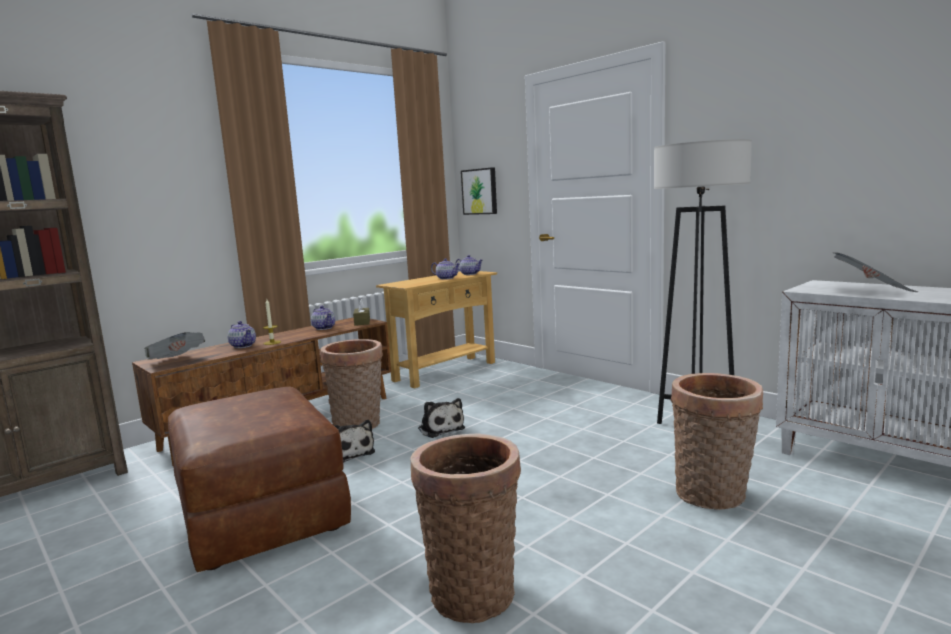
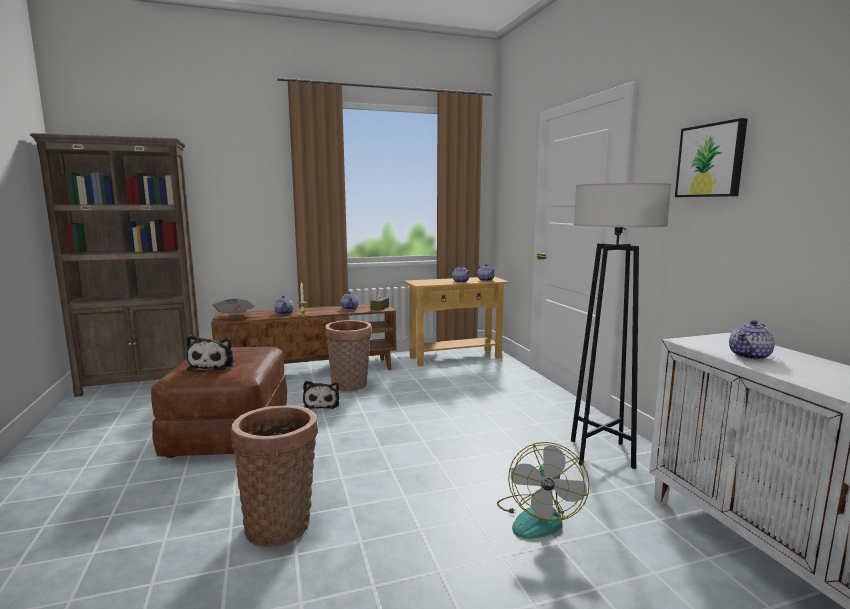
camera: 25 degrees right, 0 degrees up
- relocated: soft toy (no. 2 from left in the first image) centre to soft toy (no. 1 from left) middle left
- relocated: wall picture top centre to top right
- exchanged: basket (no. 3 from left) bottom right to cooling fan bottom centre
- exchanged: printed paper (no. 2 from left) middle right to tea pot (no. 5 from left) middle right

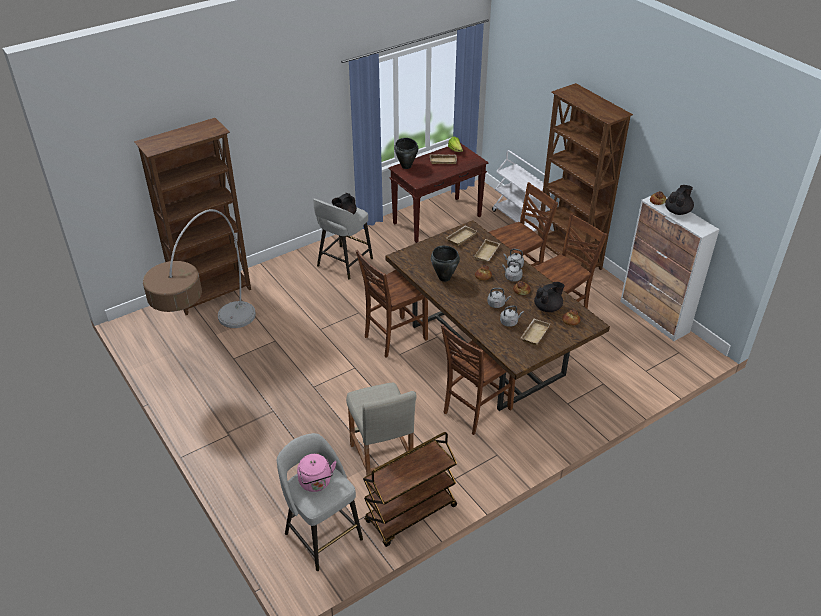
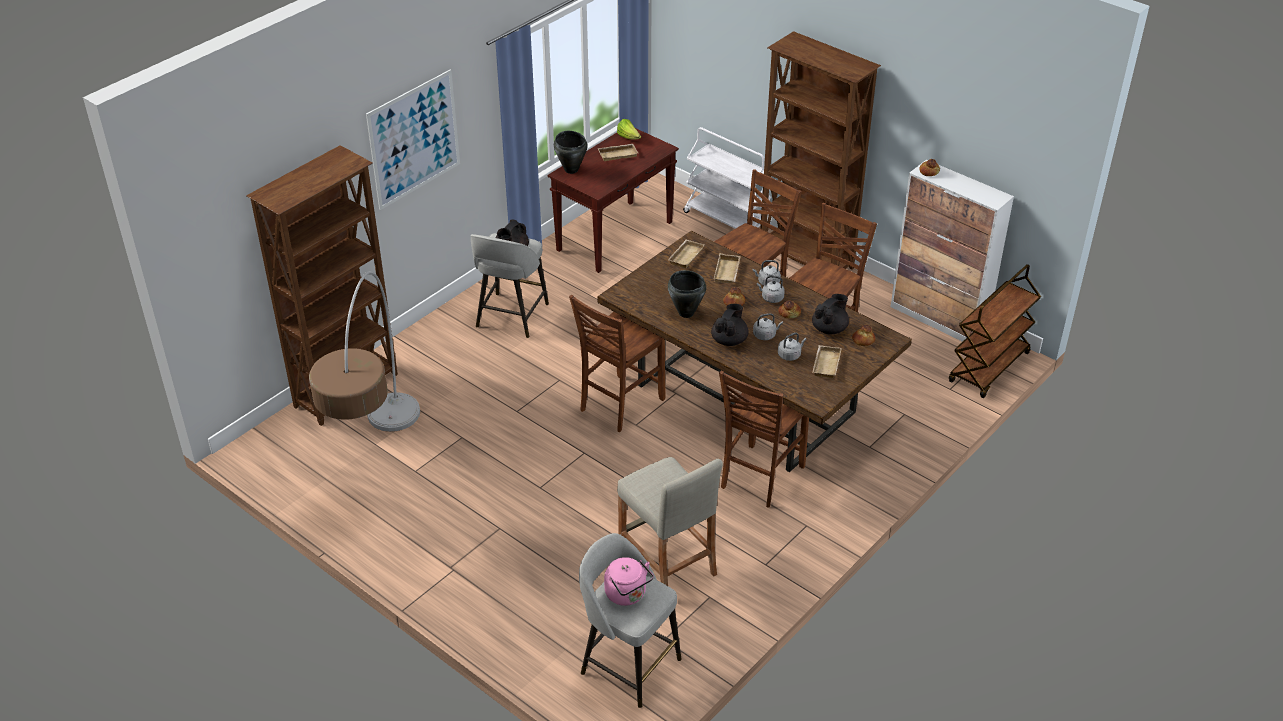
camera: 15 degrees left, 0 degrees up
- appeared: wall picture top left
- relocated: brown-coloured trolley bottom centre to middle right
- relocated: black tea pot (no. 3 from left in the first image) top right to black tea pot (no. 2 from left) centre

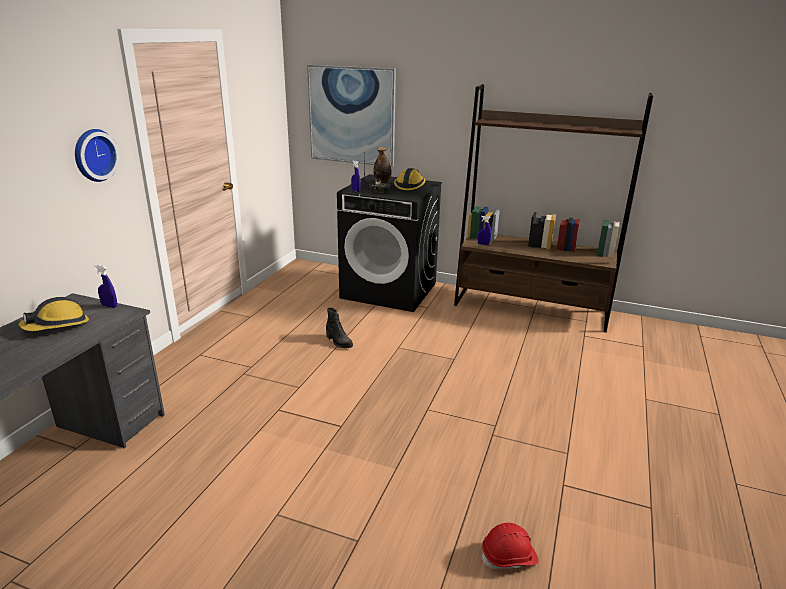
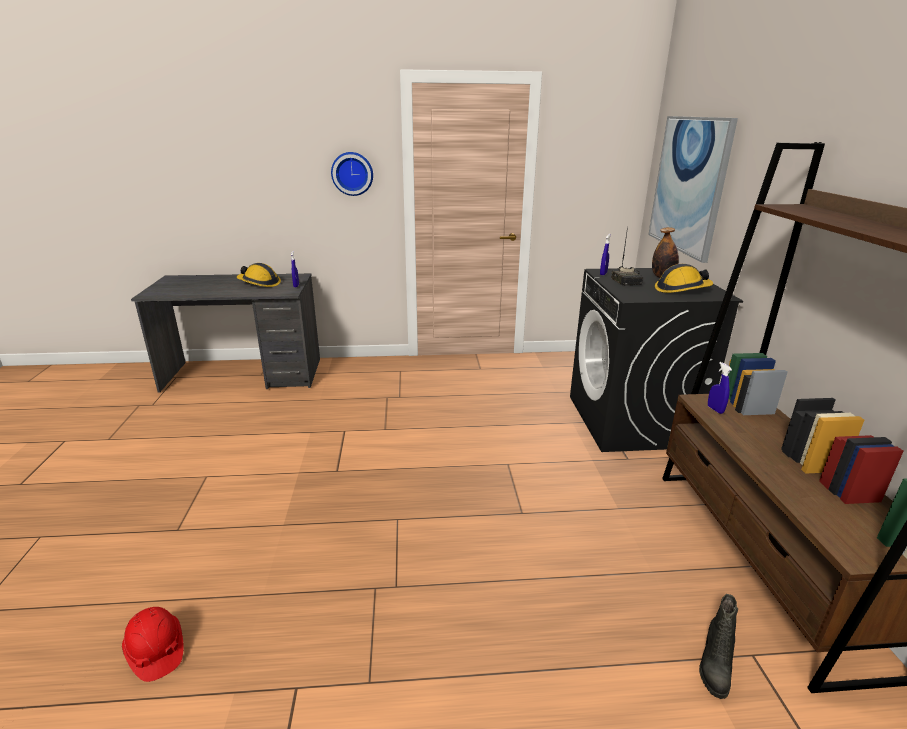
camera: 65 degrees right, 0 degrees up
- relocated: black high-top boot centre to bottom right

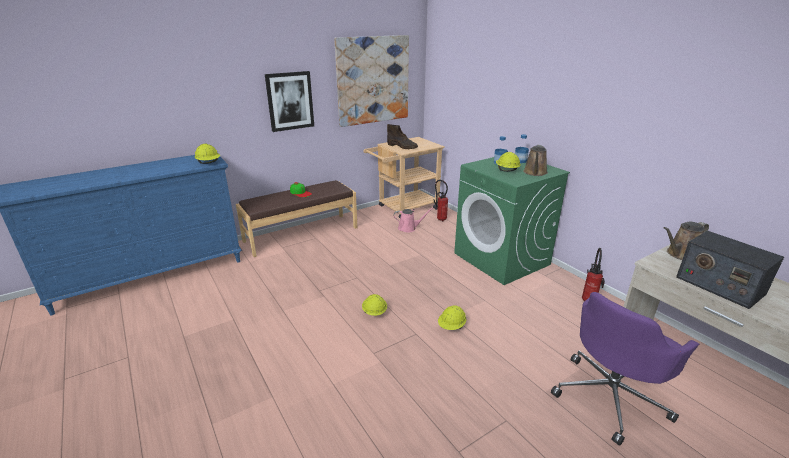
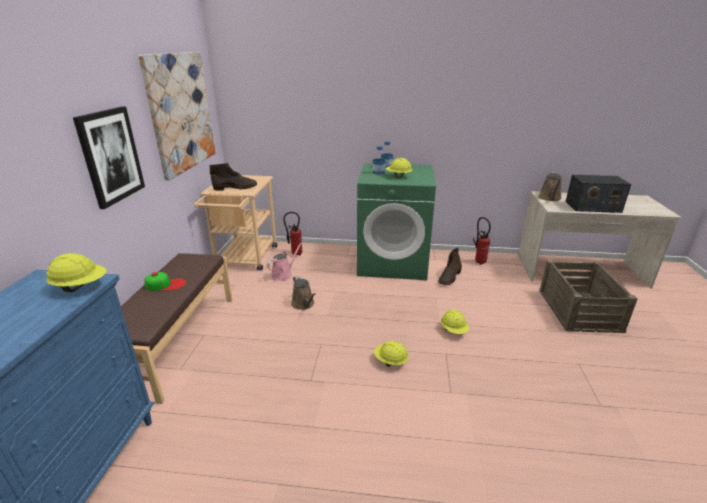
camera: 50 degrees left, 0 degrees up
- appeared: brown-coloured high-top boot (no. 2 from left) centre
- relocated: brown-coloured watering can (no. 1 from left) middle right to centre
- exchanged: purple desk chair bottom right to crate middle right

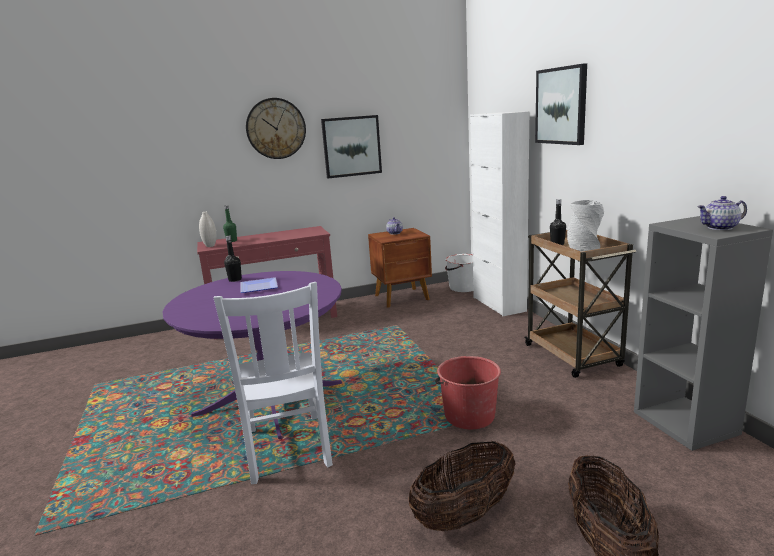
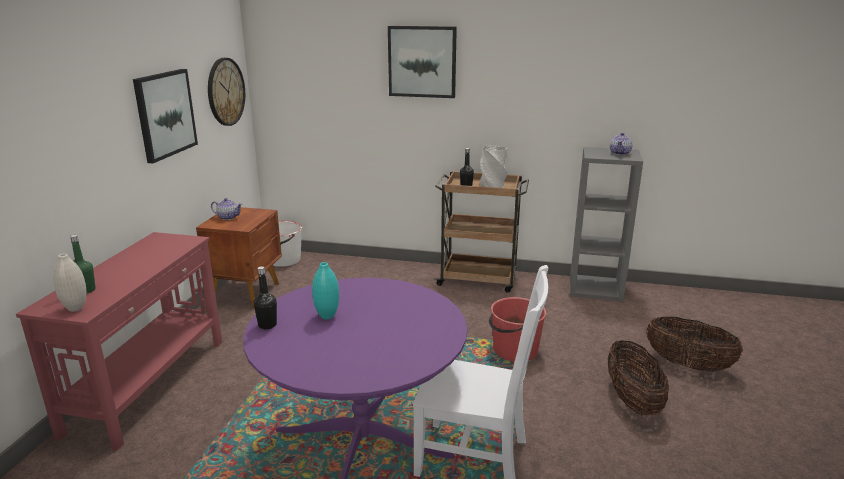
camera: 60 degrees left, 5 degrees up
- missing: white-coloured cabinet centre
- relocated: clock on the wall top centre to top left
- exchanged: dinner plate centre to blue-green flower vase centre

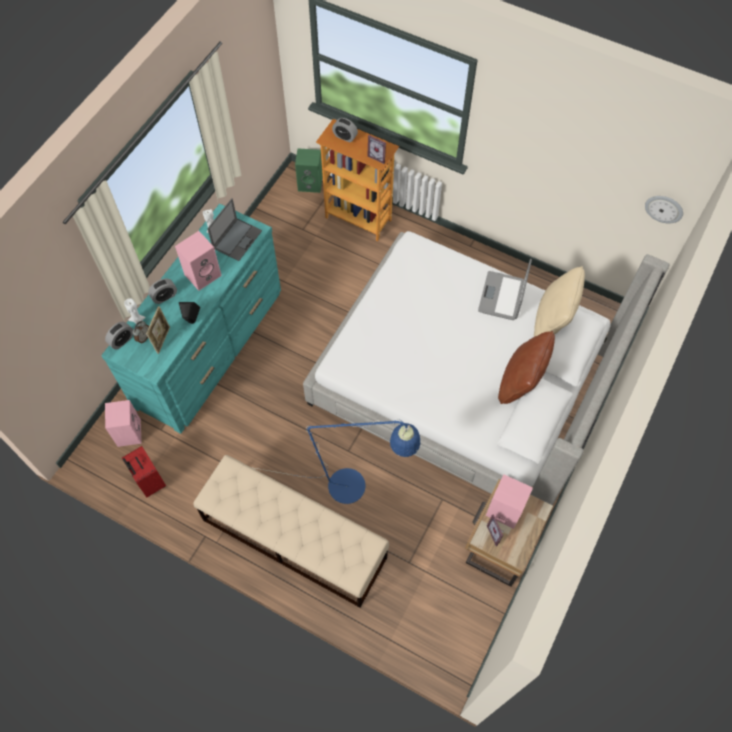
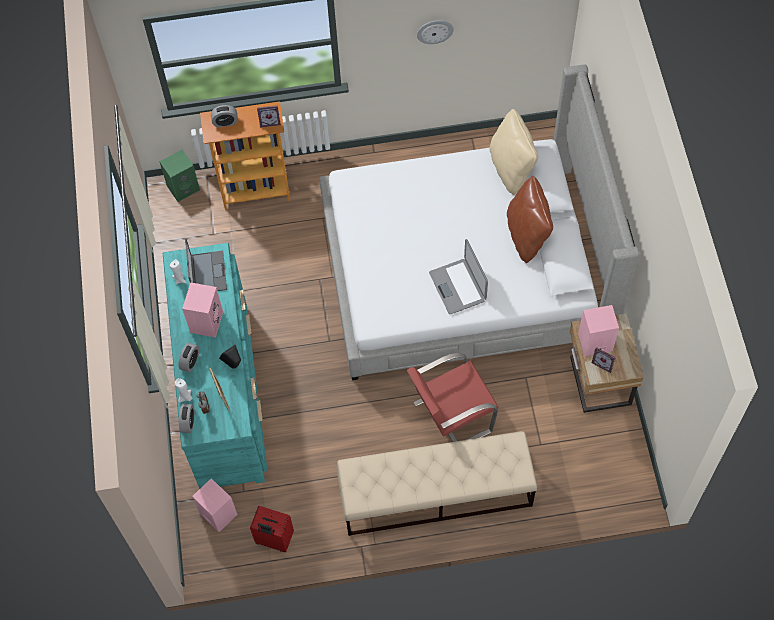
camera: 35 degrees left, 0 degrees up
- relocated: laptop (no. 2 from left) middle right to centre
- relocated: clock on the wall top right to top centre
- exchanged: bluish standard lamp centre to reddish chair centre

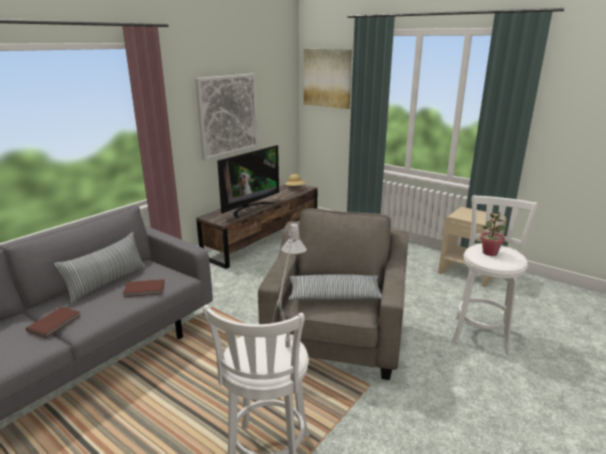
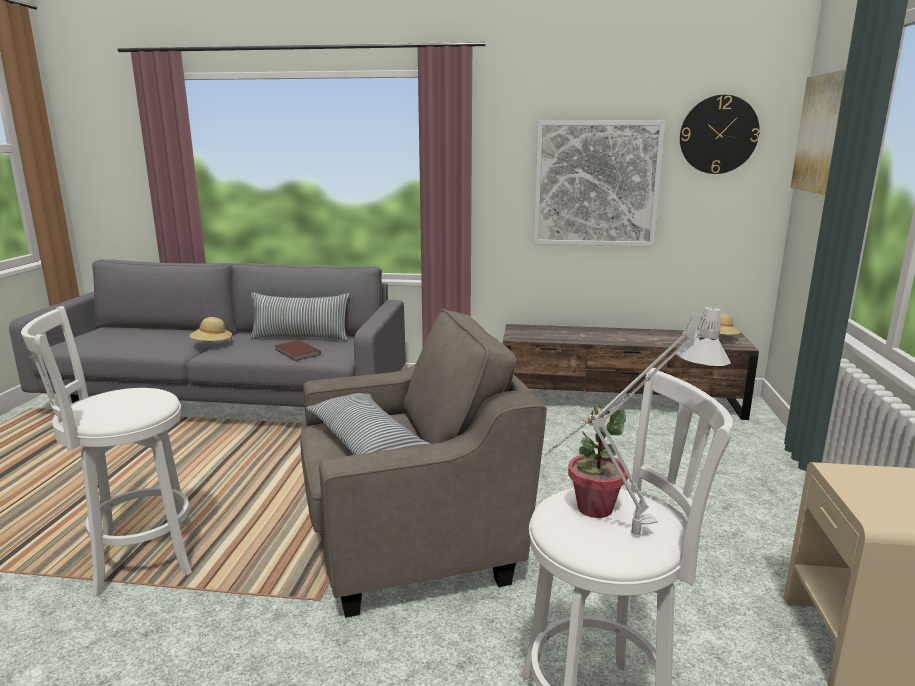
camera: 60 degrees right, 5 degrees down
- missing: TV centre
- appeared: clock on the wall top right
- relocated: gray lamp for a table centre to middle right
- exchanged: brown-coloured volume (no. 1 from left) bottom left to beige clothing hat (no. 1 from left) middle left

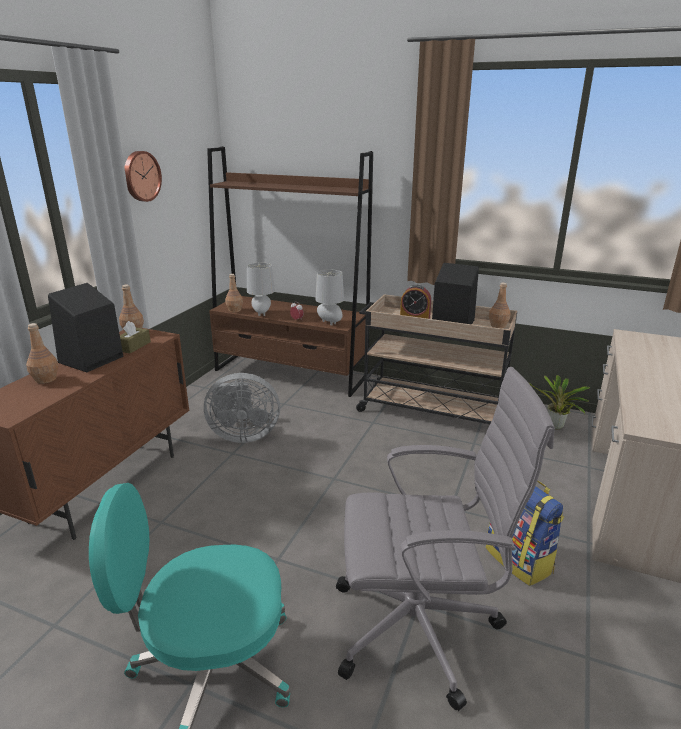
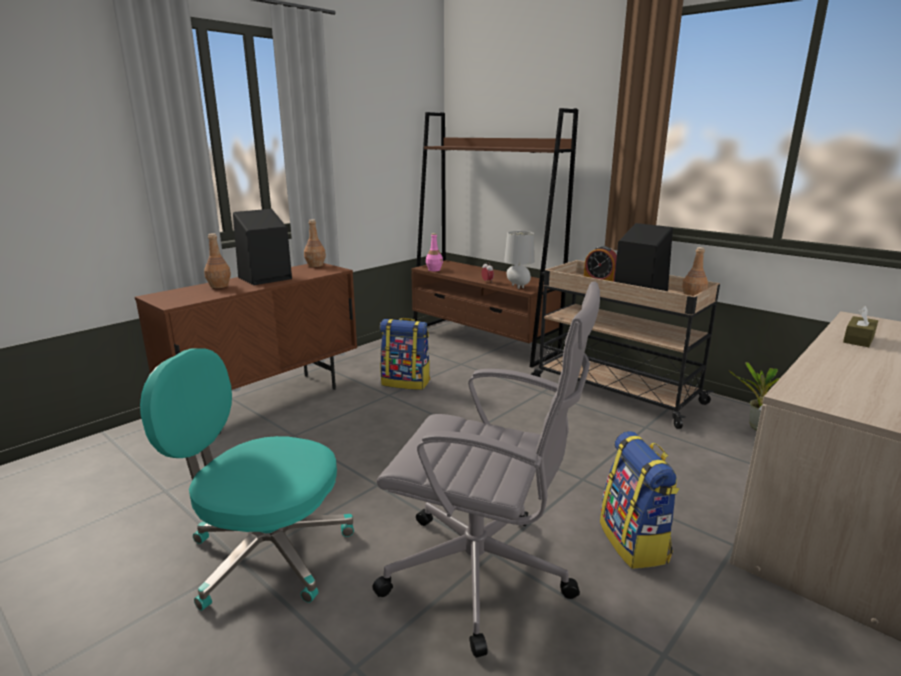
camera: 20 degrees right, 5 degrees down
- missing: clock on the wall top left
- missing: gray lamp for a table (no. 1 from left) centre
- relocated: brown-coloured box of tissues middle left to middle right
- exchanged: gray cooling fan centre to knapsack (no. 1 from left) centre
- colour: brown-coloured beverage bottle (no. 3 from left) centre to pink-coloured beverage bottle centre

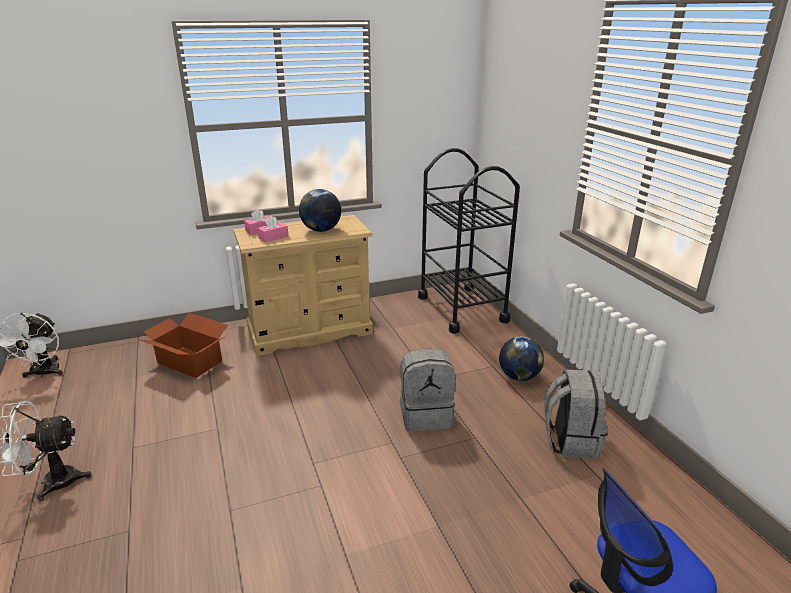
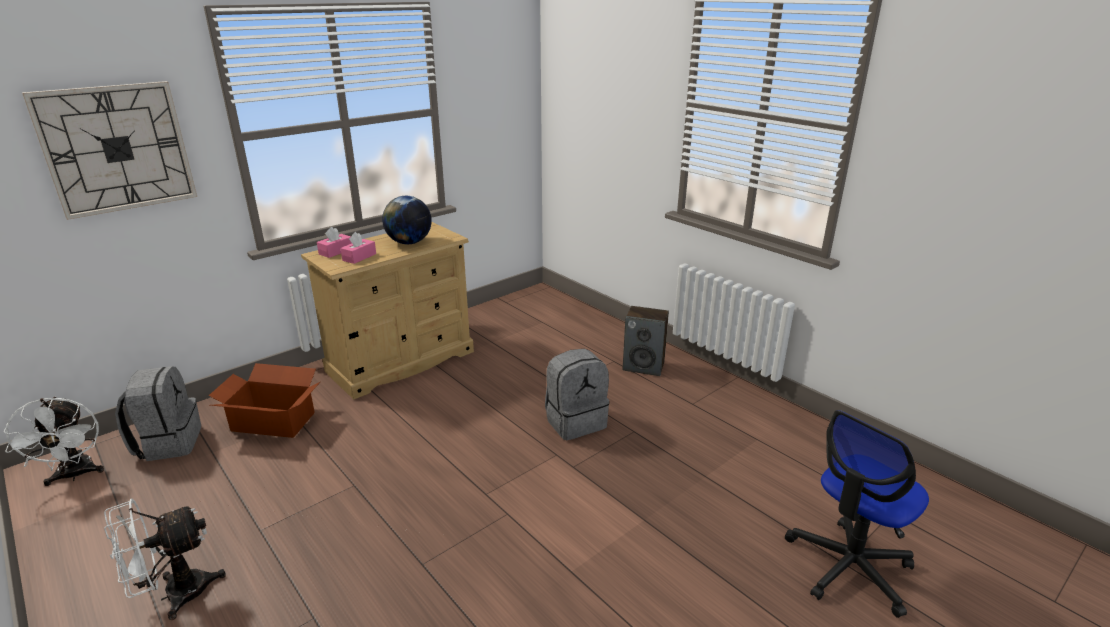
camera: 20 degrees left, 0 degrees up
- missing: black trolley centre
- appeared: clock on the wall top left
- relocated: gray knapsack (no. 2 from left in the first image) bottom right to gray knapsack (no. 1 from left) middle left
- exchanged: world globe (no. 2 from left) centre to audio speaker centre

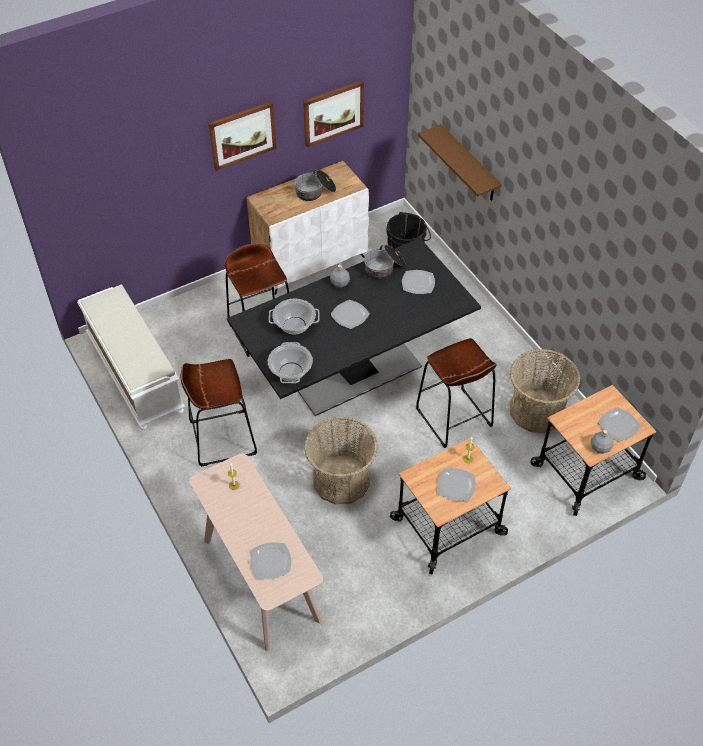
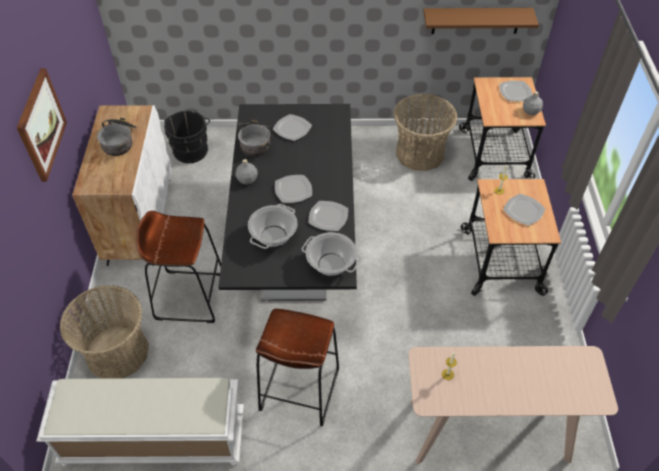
camera: 60 degrees left, 0 degrees up
- missing: wall picture (no. 2 from left) top centre
- missing: brown-coloured sitting stool (no. 3 from left) centre
- relocated: dinner plate (no. 1 from left in the first image) bottom centre to dinner plate (no. 3 from left) centre
- relocated: basket (no. 1 from left) centre to bottom left
- relocated: brown-coloured wall shelf top centre to top right

